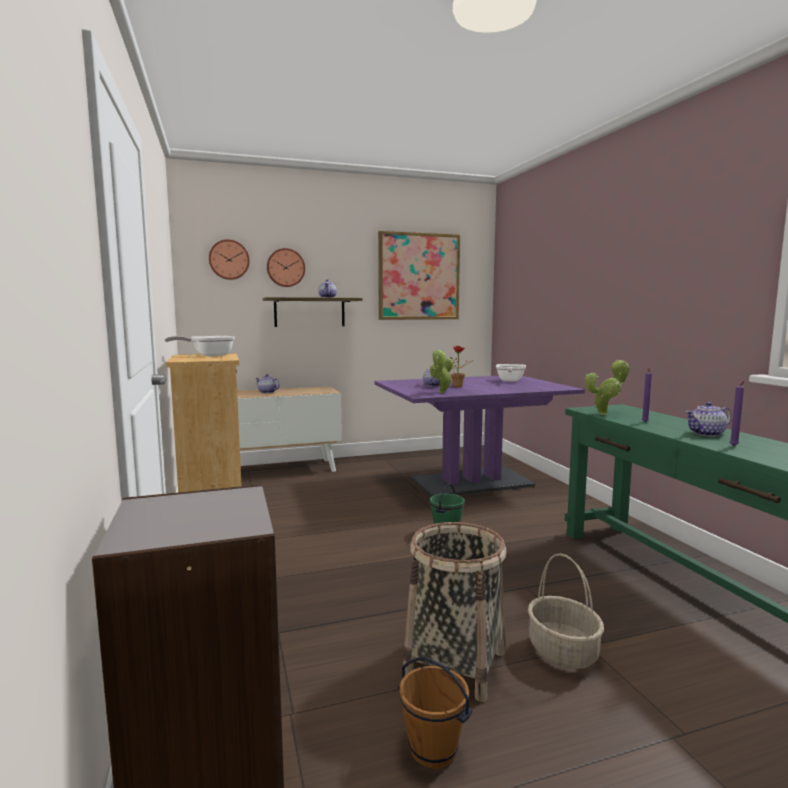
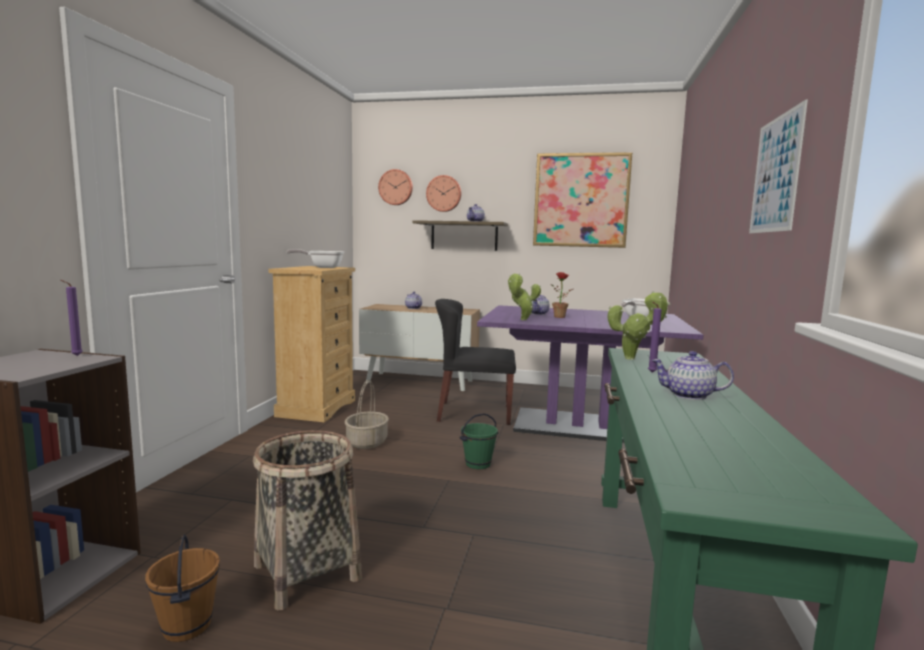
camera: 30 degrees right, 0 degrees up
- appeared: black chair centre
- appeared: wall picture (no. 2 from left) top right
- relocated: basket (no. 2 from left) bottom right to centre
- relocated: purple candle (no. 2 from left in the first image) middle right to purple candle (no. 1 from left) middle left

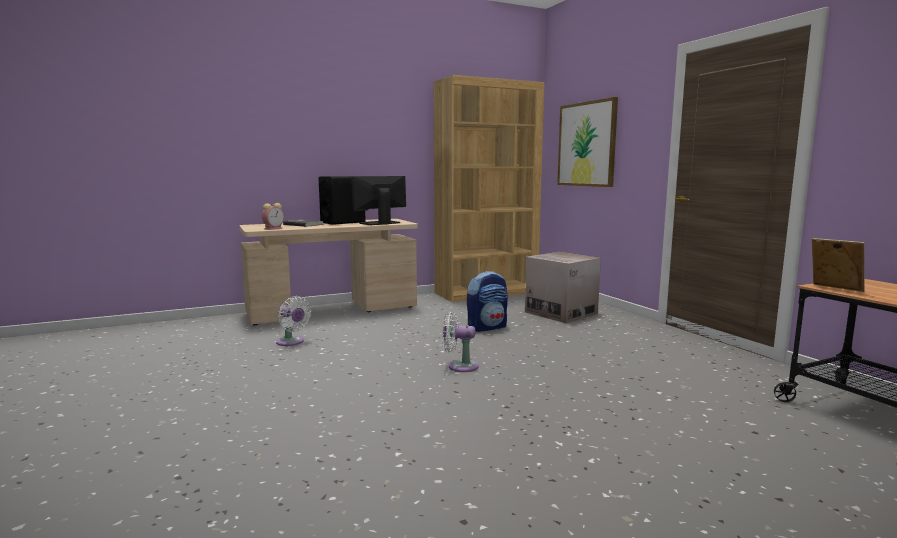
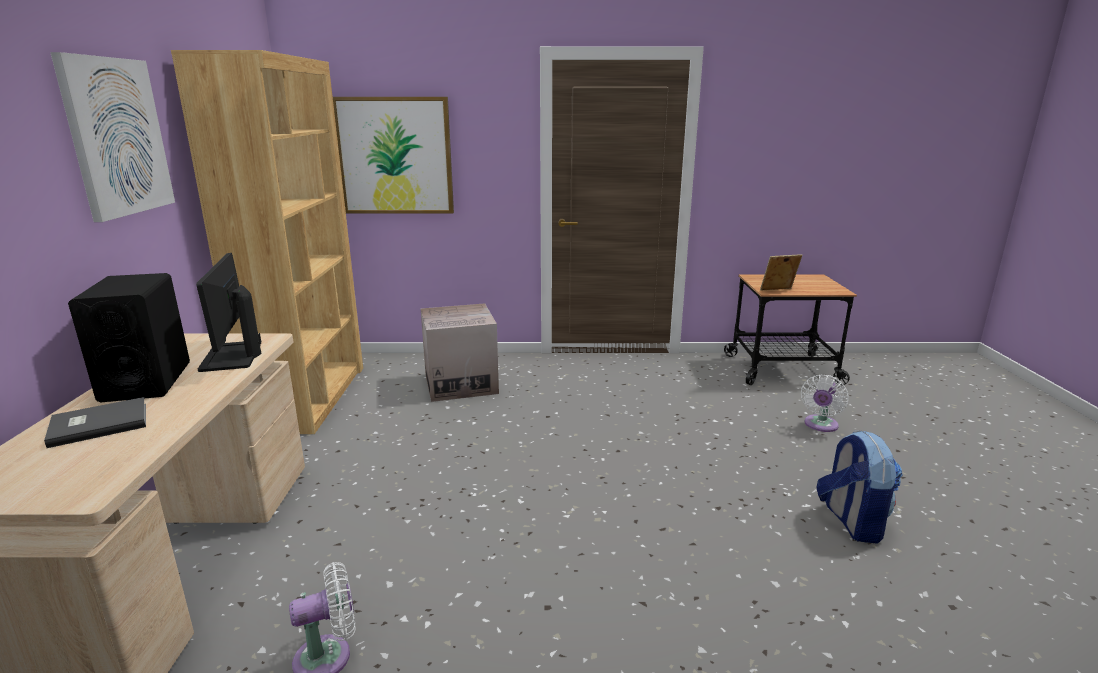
camera: 65 degrees left, 10 degrees up
- missing: table clock middle left
- appeared: wall picture (no. 1 from left) top left
- relocated: white-coloured cooling fan (no. 2 from left) centre to middle right
- relocated: knapsack centre to bottom right

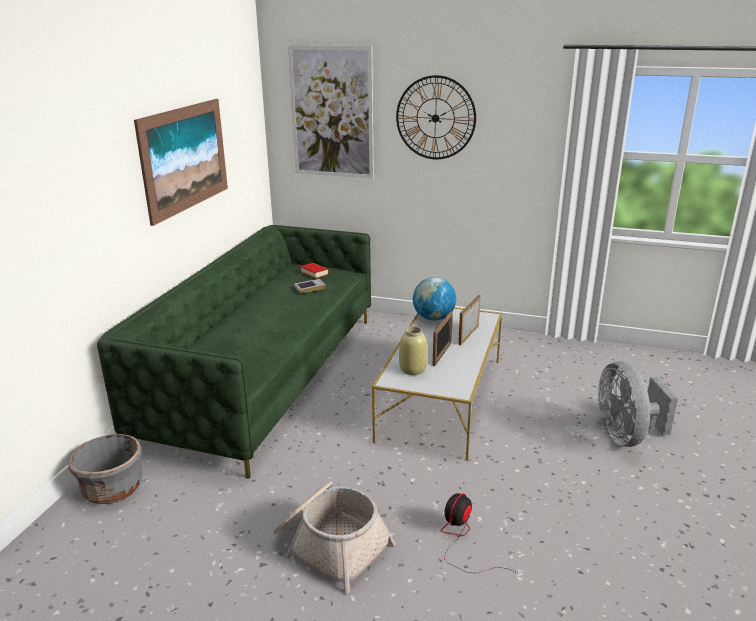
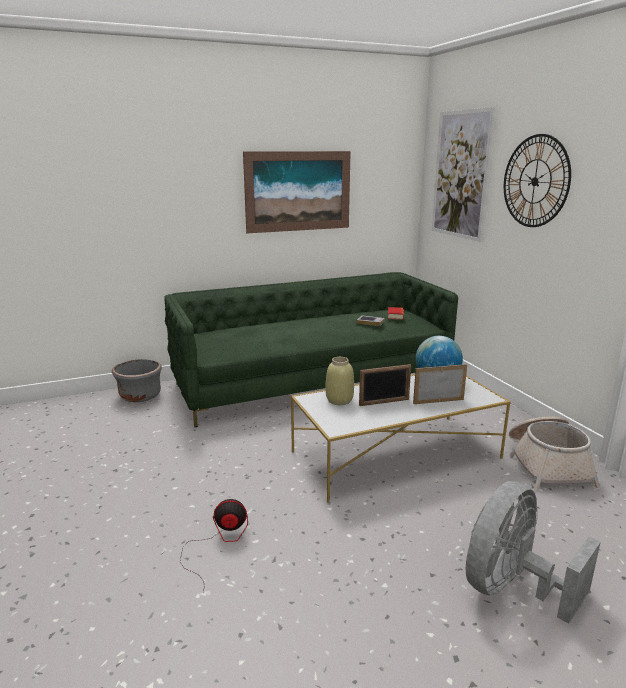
camera: 50 degrees right, 5 degrees down
- relocated: basket bottom centre to middle right

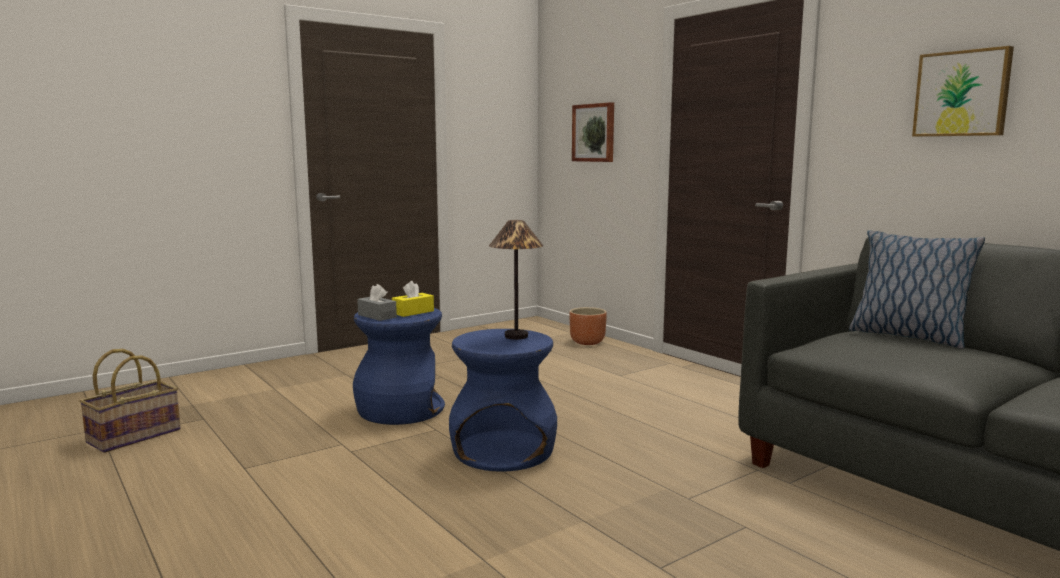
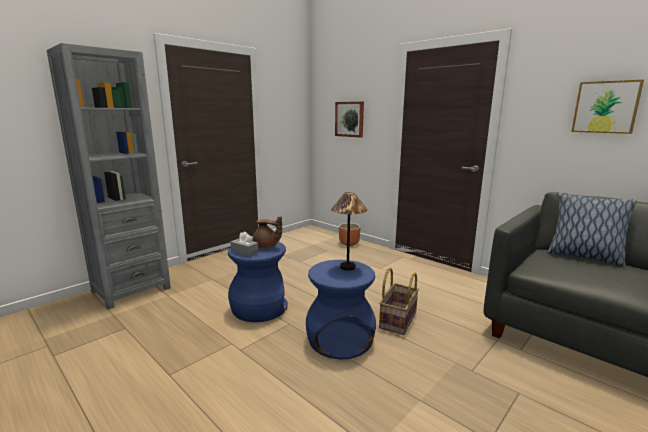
camera: 10 degrees left, 5 degrees up
- appeared: gray shelving unit middle left
- relocated: basket bottom left to bottom centre
- exchanged: yellow box of tissues centre to brown-coloured tea pot centre

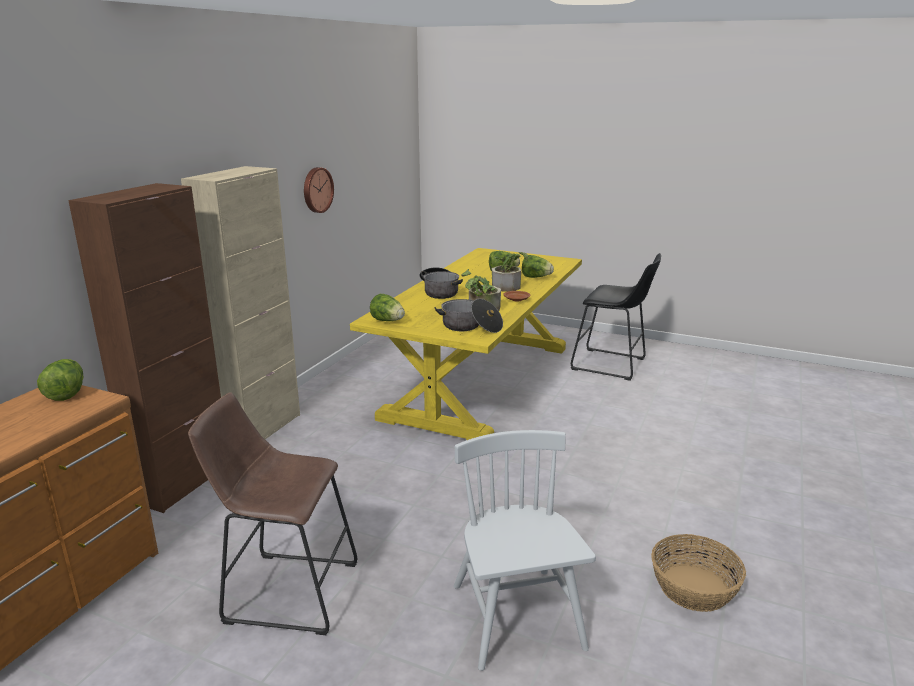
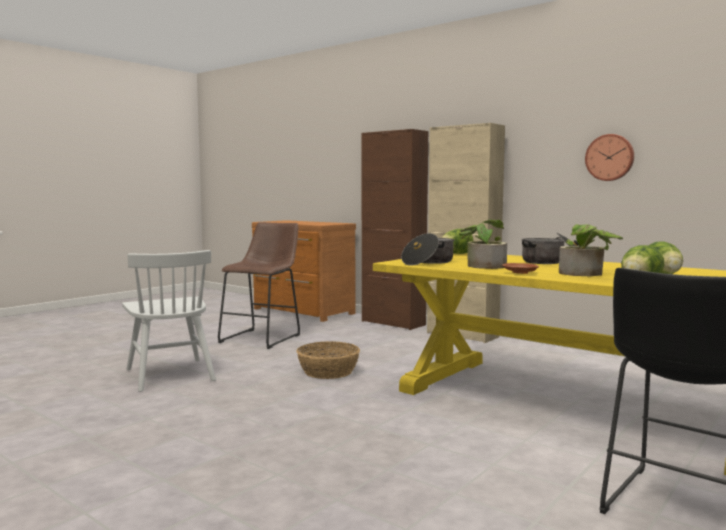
camera: 105 degrees right, 15 degrees down
- missing: lettuce head (no. 1 from left) middle left
- relocated: basket bottom right to bottom centre
- spun: white-coloured chair bottom centre = middle left 60 degrees clockwise

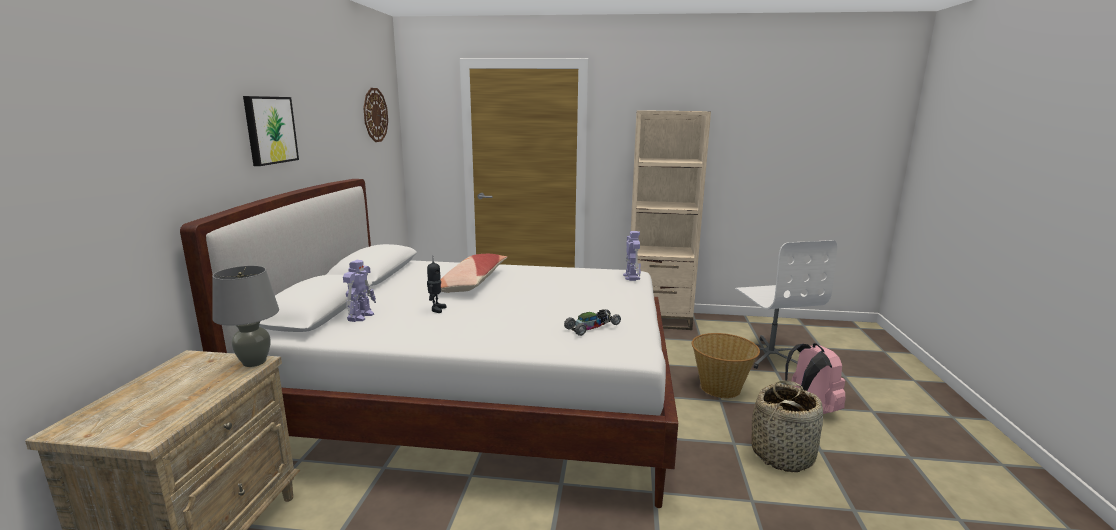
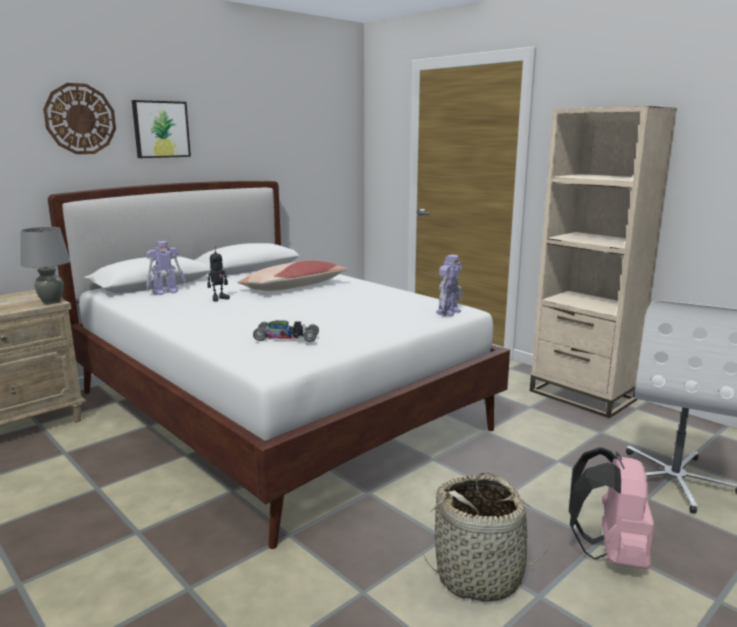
camera: 40 degrees right, 0 degrees up
- missing: basket (no. 1 from left) bottom centre
- relocated: clock on the wall top centre to top left

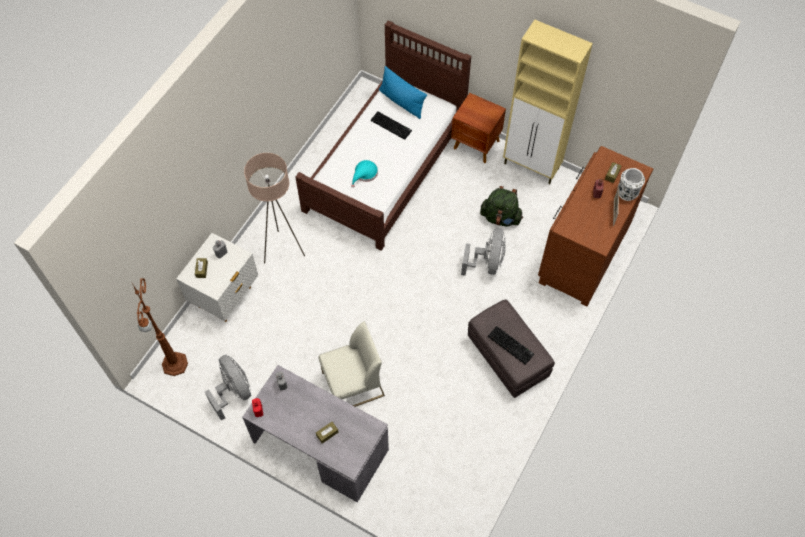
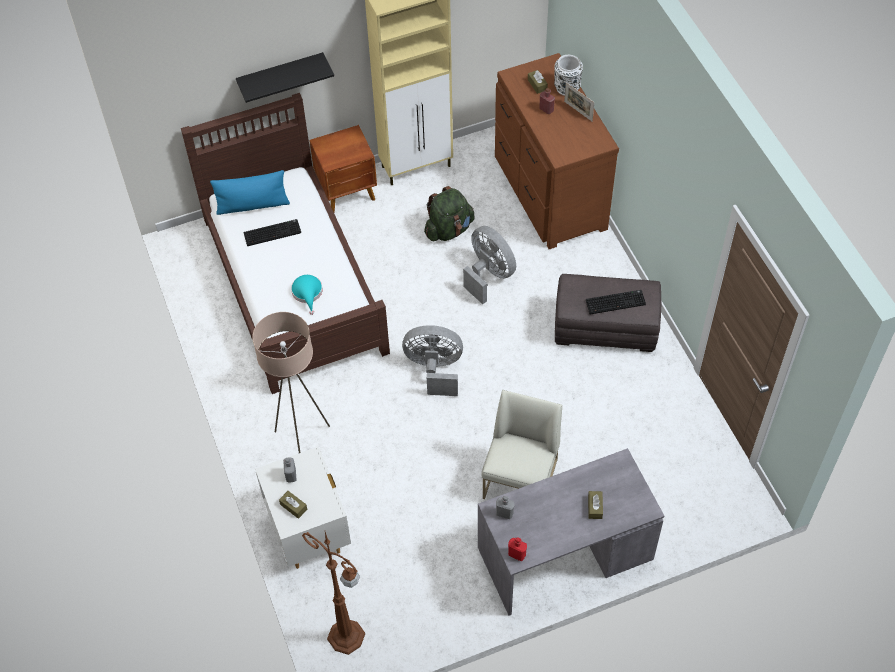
camera: 50 degrees left, 5 degrees down
- appeared: black wall shelf top left
- relocated: gray cooling fan (no. 1 from left) bottom left to centre

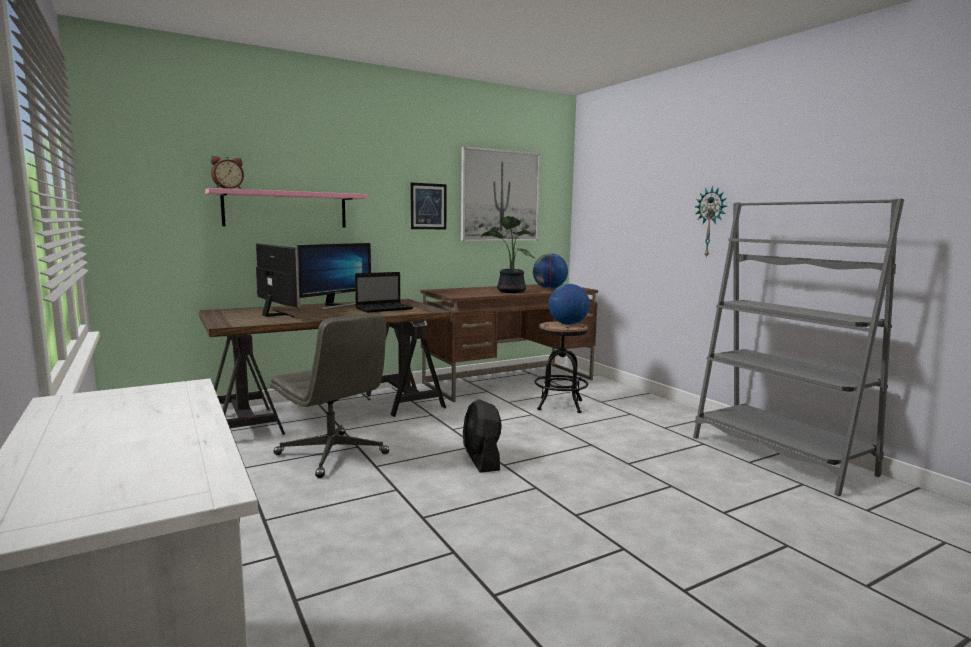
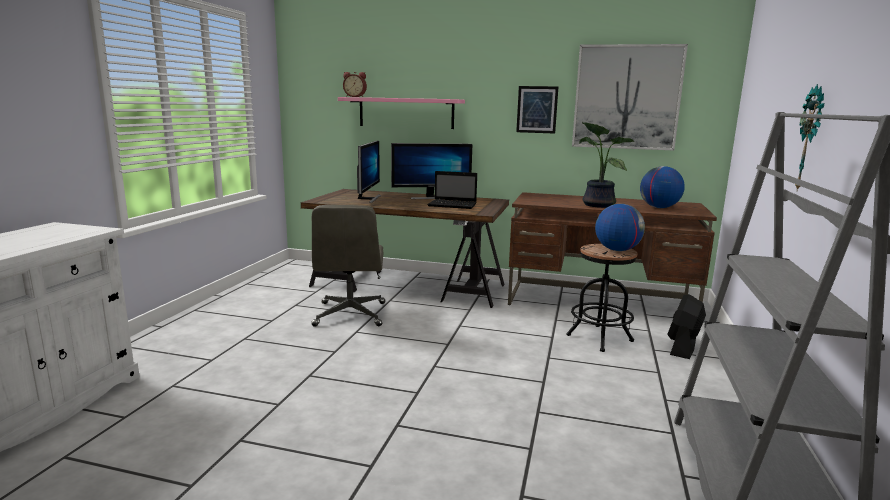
camera: 45 degrees right, 5 degrees up
- relocated: black cooling fan bottom centre to middle right

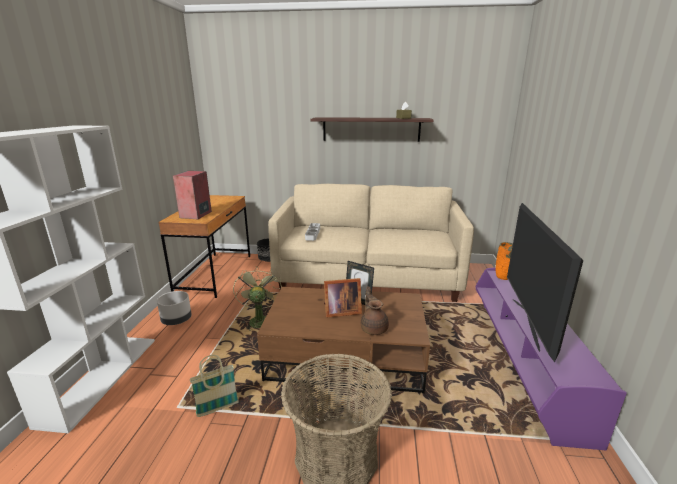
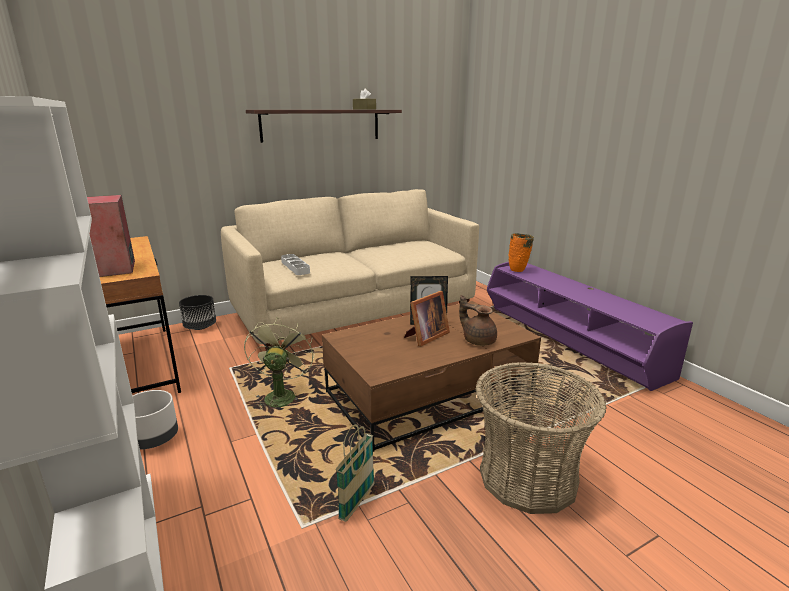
camera: 35 degrees left, 0 degrees up
- missing: TV middle right
- spun: greenish cooling fan centre = centre 45 degrees clockwise

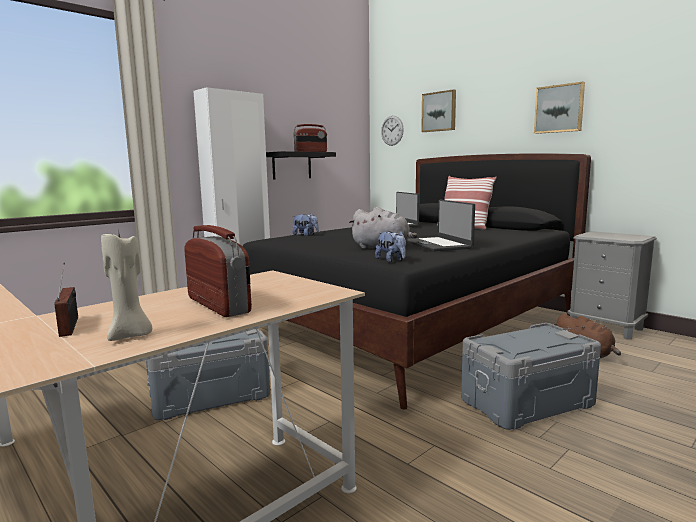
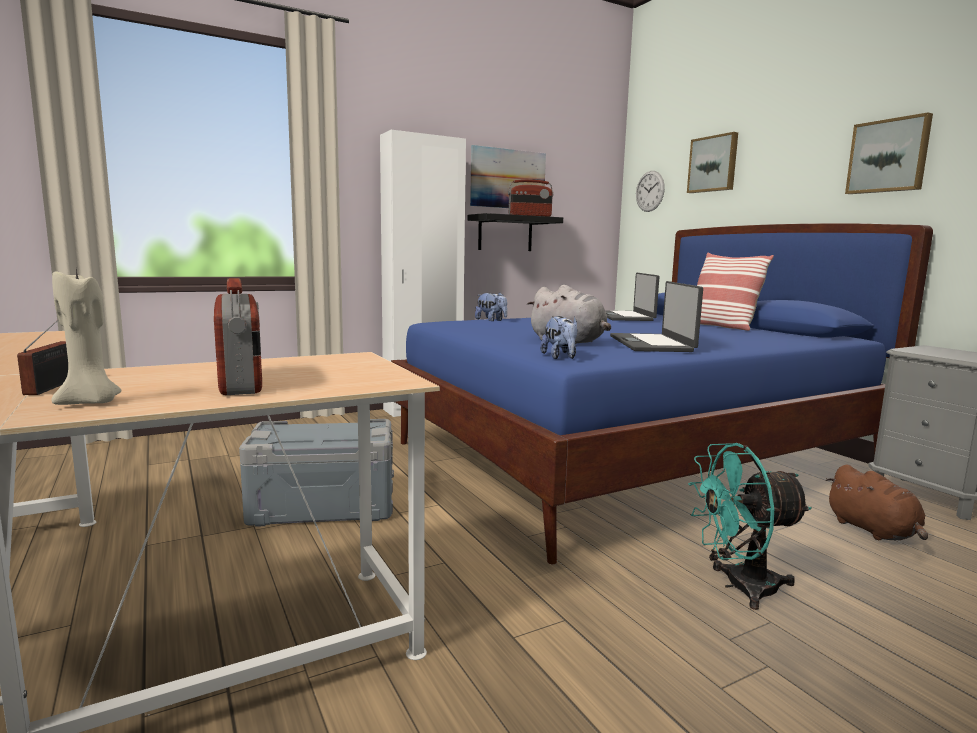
camera: 15 degrees right, 0 degrees up
- appeared: wall picture (no. 1 from left) top centre
- exchanged: gray storage box (no. 2 from left) bottom right to blue-green cooling fan bottom right
- colour: black bedroom bed centre to bluish bedroom bed middle right

